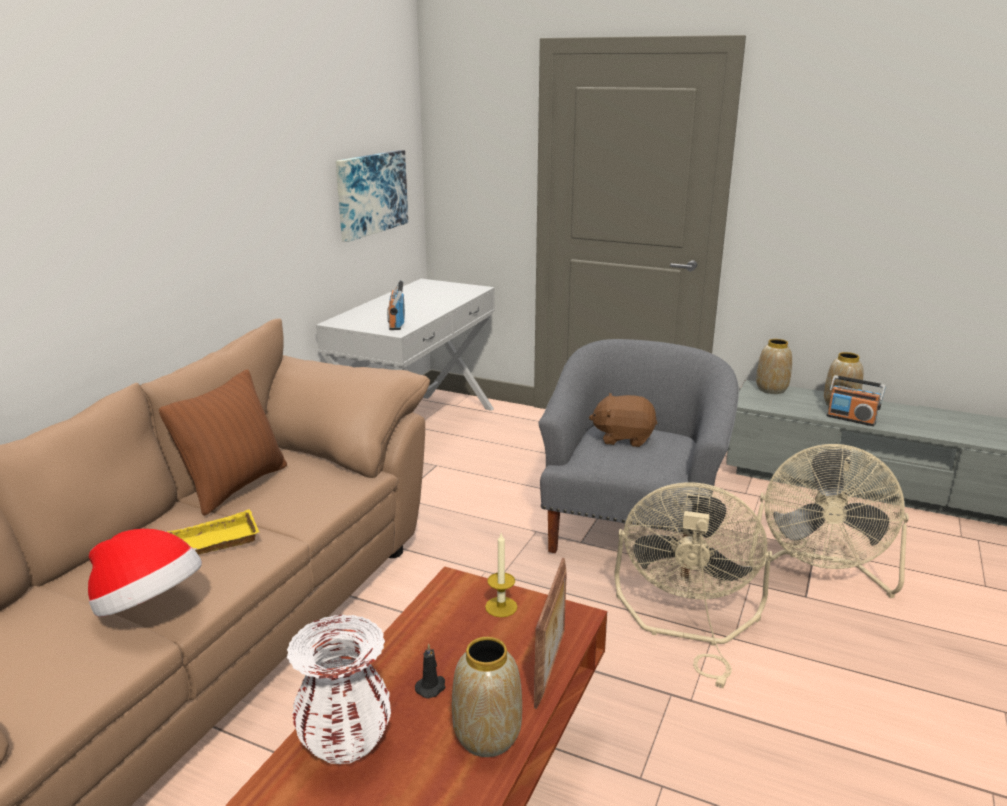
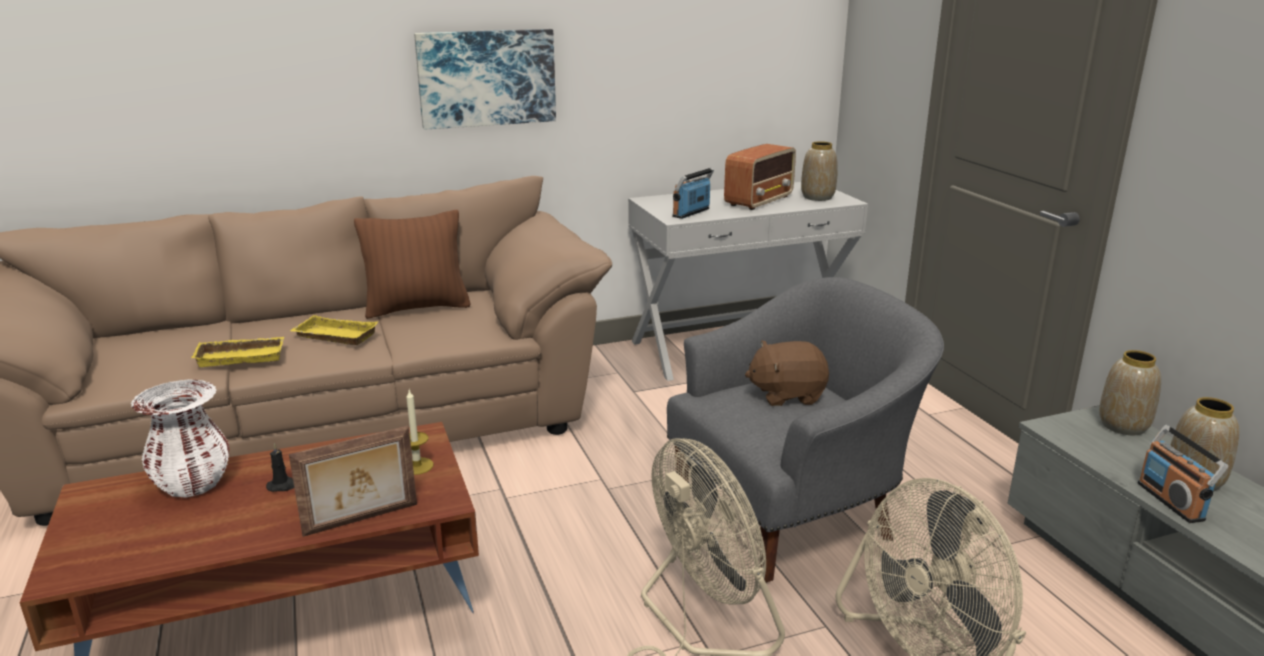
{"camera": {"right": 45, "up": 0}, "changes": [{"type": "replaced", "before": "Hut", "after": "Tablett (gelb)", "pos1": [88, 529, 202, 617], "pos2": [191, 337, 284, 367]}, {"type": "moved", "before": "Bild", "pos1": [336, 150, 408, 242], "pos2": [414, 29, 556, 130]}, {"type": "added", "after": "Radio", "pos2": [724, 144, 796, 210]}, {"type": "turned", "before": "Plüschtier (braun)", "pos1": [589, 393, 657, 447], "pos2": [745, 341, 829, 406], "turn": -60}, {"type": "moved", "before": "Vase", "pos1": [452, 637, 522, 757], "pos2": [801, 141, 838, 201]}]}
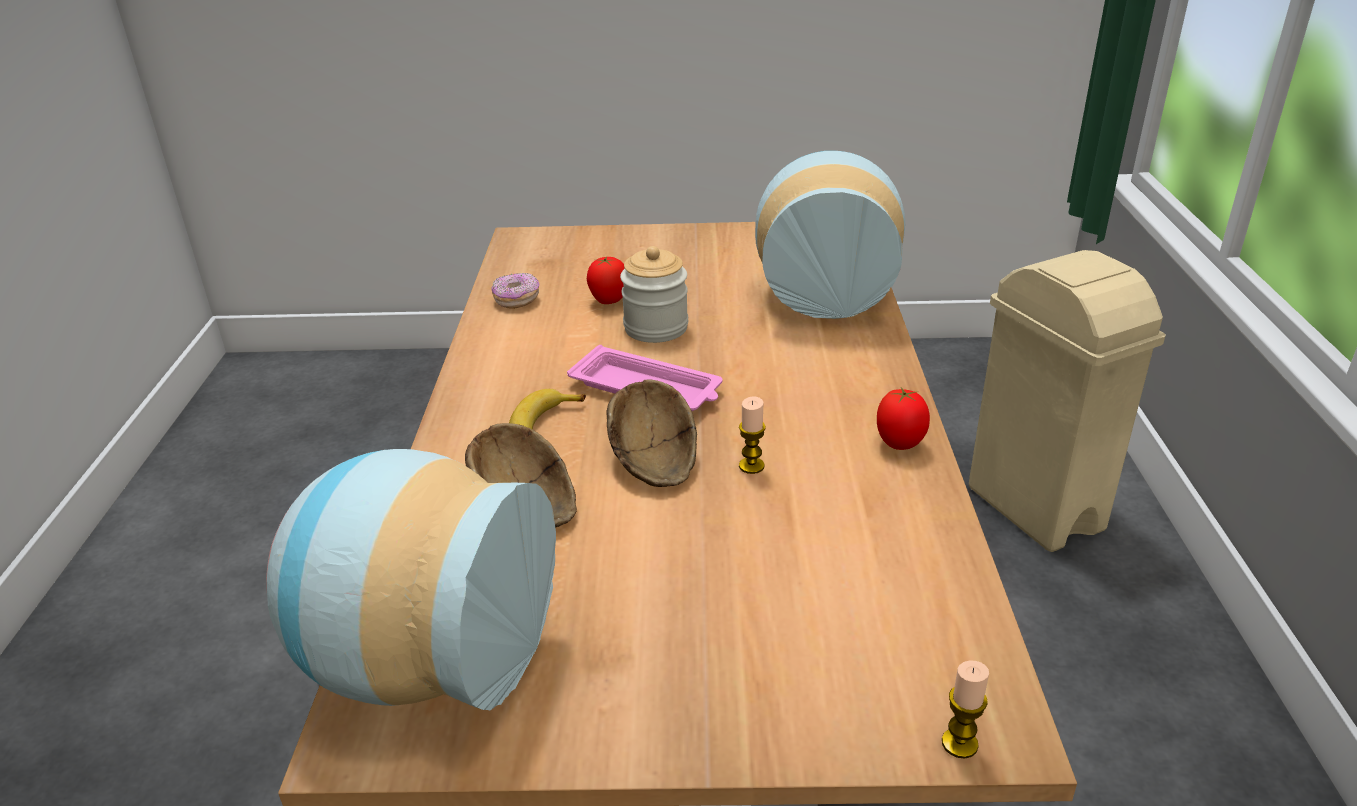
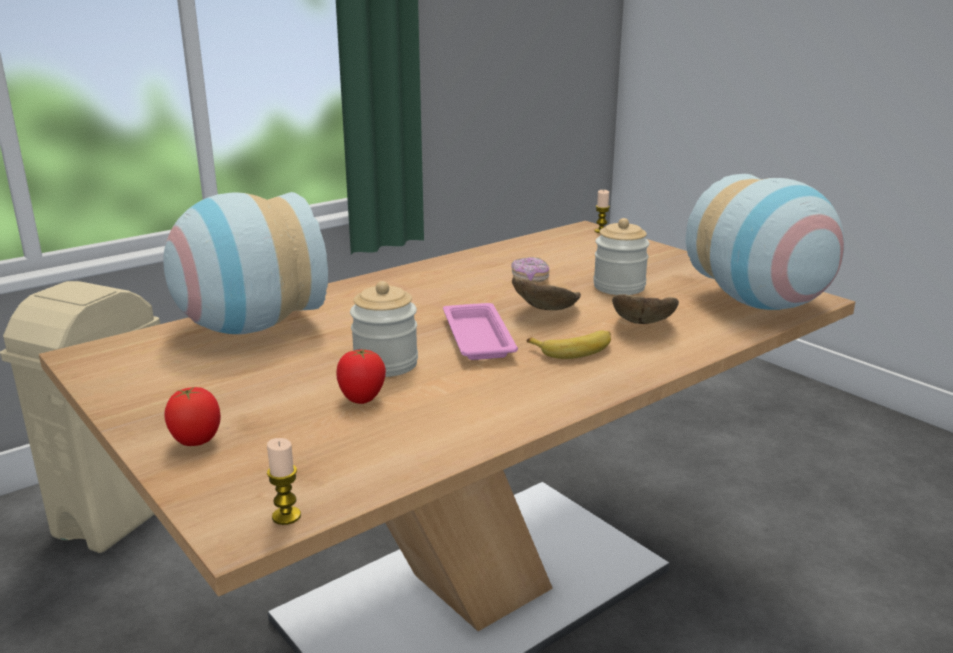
{"camera": {"right": -130, "up": -10}, "changes": [{"type": "moved", "before": "Tomate", "pos1": [877, 388, 930, 450], "pos2": [165, 387, 221, 446]}, {"type": "moved", "before": "Kerze", "pos1": [739, 397, 766, 474], "pos2": [267, 438, 301, 525]}, {"type": "moved", "before": "Donut", "pos1": [492, 273, 540, 309], "pos2": [511, 257, 550, 283]}, {"type": "added", "after": "Vorratsglas", "pos2": [593, 218, 650, 295]}]}
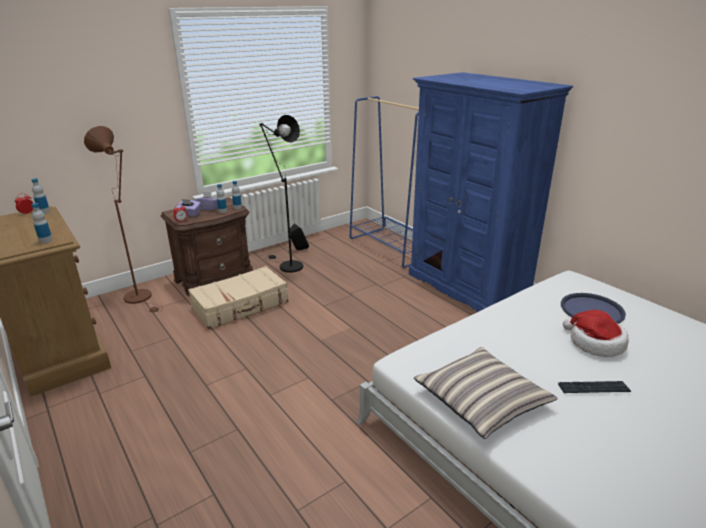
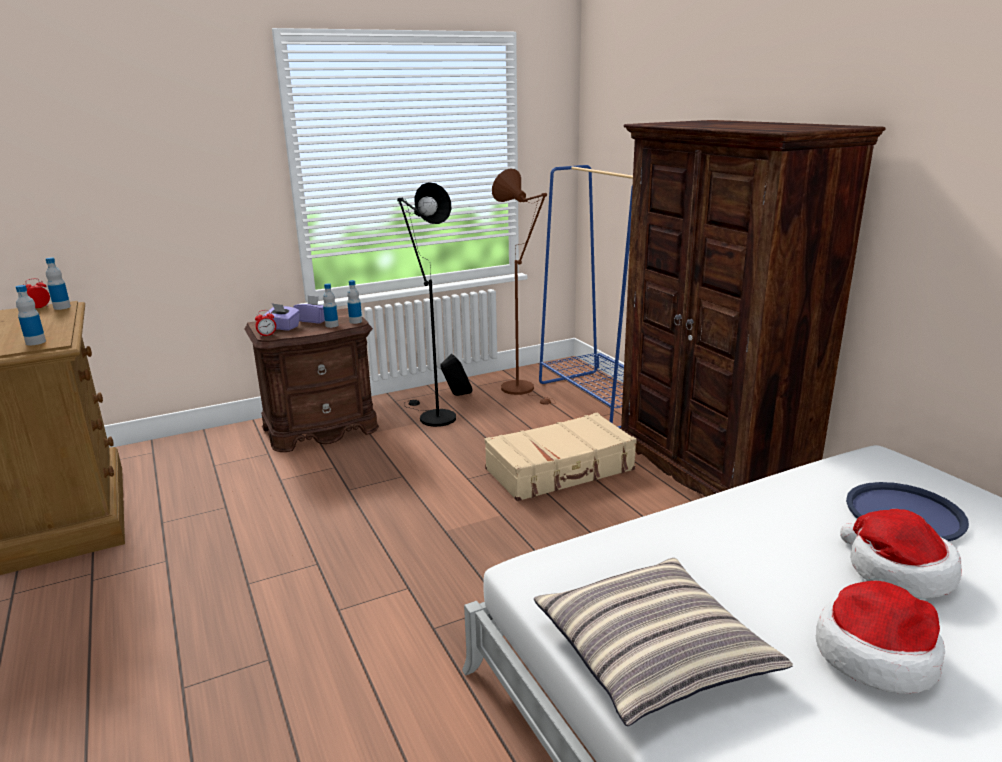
{"camera": {"right": 10, "up": -5}, "changes": [{"type": "moved", "before": "Koffer (beige)", "pos1": [188, 266, 288, 329], "pos2": [485, 413, 637, 501]}, {"type": "moved", "before": "Stehlampe (braun)", "pos1": [84, 126, 160, 312], "pos2": [492, 168, 556, 405]}, {"type": "recoloured", "before": "Kleiderschrank (blau)", "after": "Kleiderschrank (braun)", "pos1": [409, 72, 573, 312], "pos2": [620, 120, 886, 497]}, {"type": "replaced", "before": "Tastatur", "after": "Hut", "pos1": [558, 381, 631, 393], "pos2": [816, 581, 945, 694]}]}
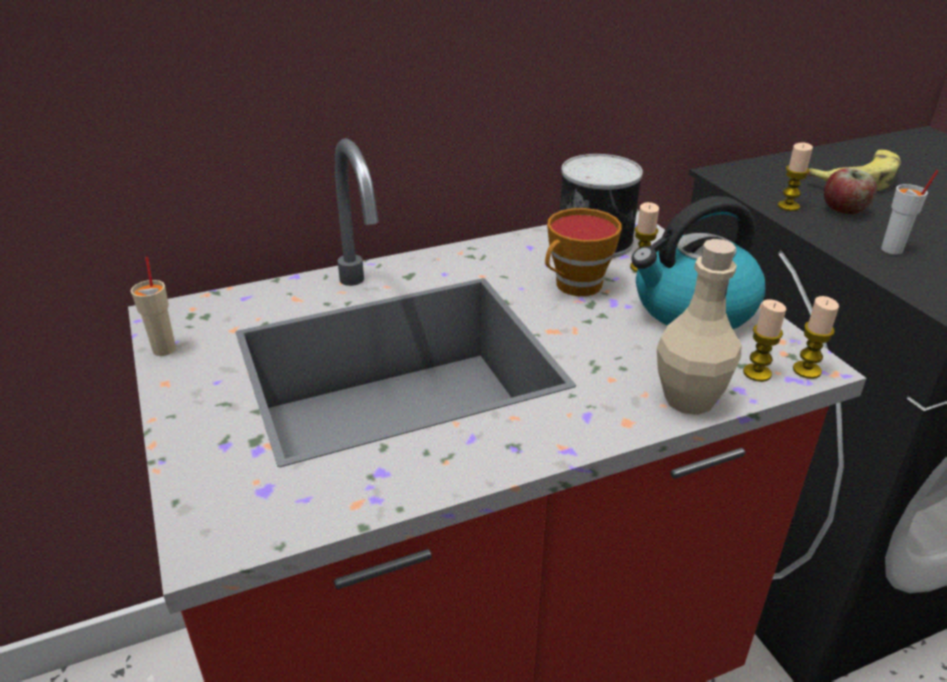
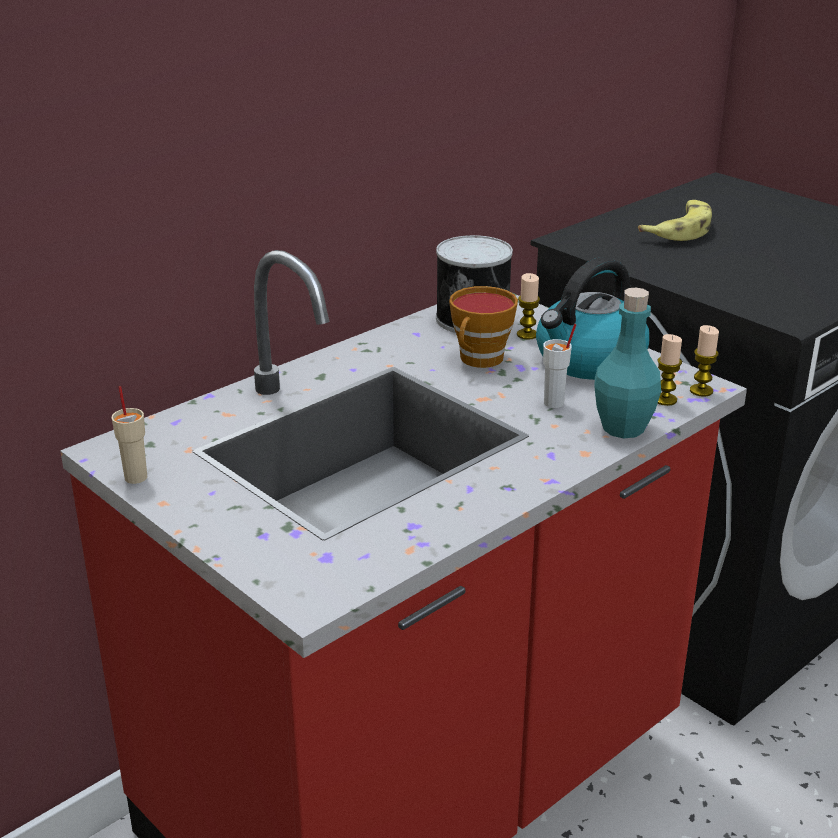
{"camera": {"right": -20, "up": -5}, "changes": [{"type": "moved", "before": "Tasse (weiß)", "pos1": [881, 170, 939, 255], "pos2": [543, 324, 577, 408]}, {"type": "recoloured", "before": "Flasche (beige)", "after": "Flasche (türkis)", "pos1": [657, 239, 741, 415], "pos2": [594, 288, 661, 439]}, {"type": "removed", "before": "Kerze", "pos1": [777, 143, 813, 211]}, {"type": "removed", "before": "Apfel", "pos1": [824, 168, 877, 214]}]}
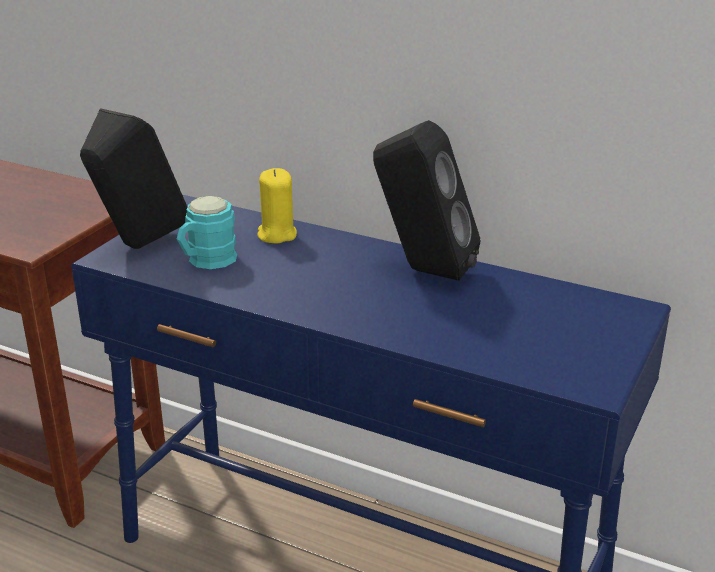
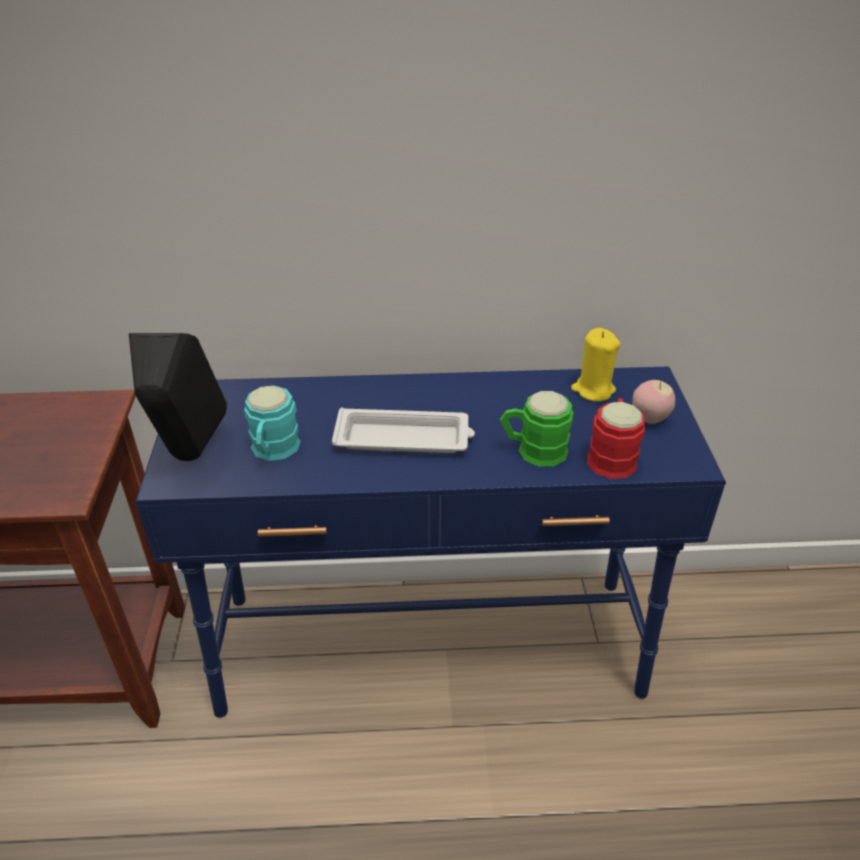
{"camera": {"right": -30, "up": 10}, "changes": [{"type": "added", "after": "Tablett (weiß)", "pos2": [332, 407, 475, 453]}, {"type": "added", "after": "Henkelbecher (grün)", "pos2": [500, 391, 573, 466]}, {"type": "moved", "before": "Kerze (gelb)", "pos1": [257, 168, 297, 243], "pos2": [571, 328, 620, 402]}, {"type": "added", "after": "Henkelbecher (rot)", "pos2": [587, 398, 645, 479]}, {"type": "added", "after": "Apfel", "pos2": [632, 380, 675, 424]}, {"type": "removed", "before": "Lautsprecher (schwarz)", "pos1": [373, 120, 480, 281]}]}
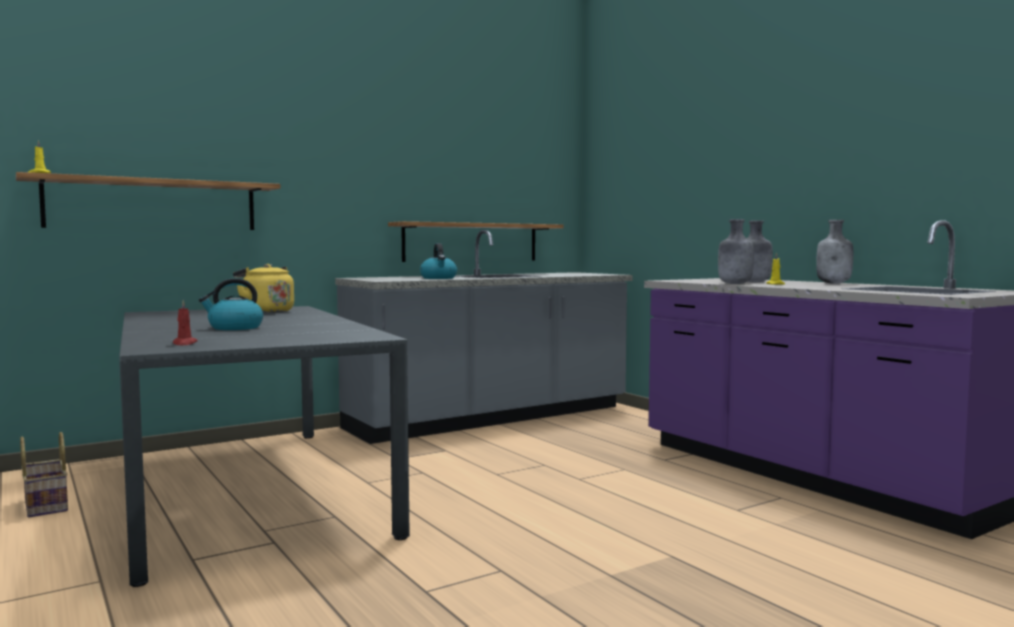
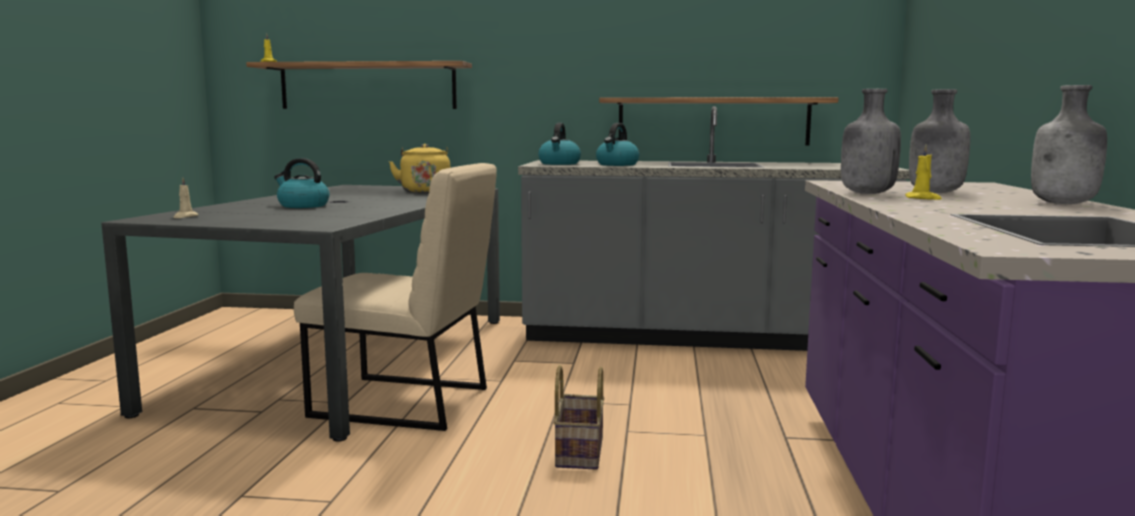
{"camera": {"right": 40, "up": 5}, "changes": [{"type": "recoloured", "before": "Kerze (rot)", "after": "Kerze (beige)", "pos1": [173, 300, 198, 345], "pos2": [173, 178, 198, 218]}, {"type": "added", "after": "Stuhl (beige)", "pos2": [294, 163, 497, 431]}, {"type": "added", "after": "Wasserkessel", "pos2": [538, 123, 581, 165]}, {"type": "moved", "before": "Korb", "pos1": [20, 432, 68, 518], "pos2": [554, 365, 605, 469]}]}
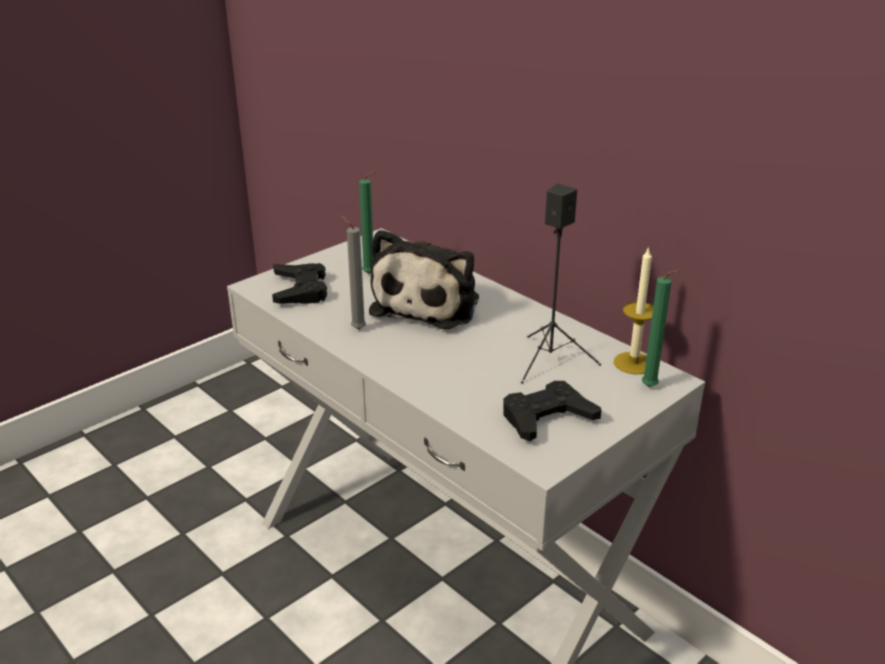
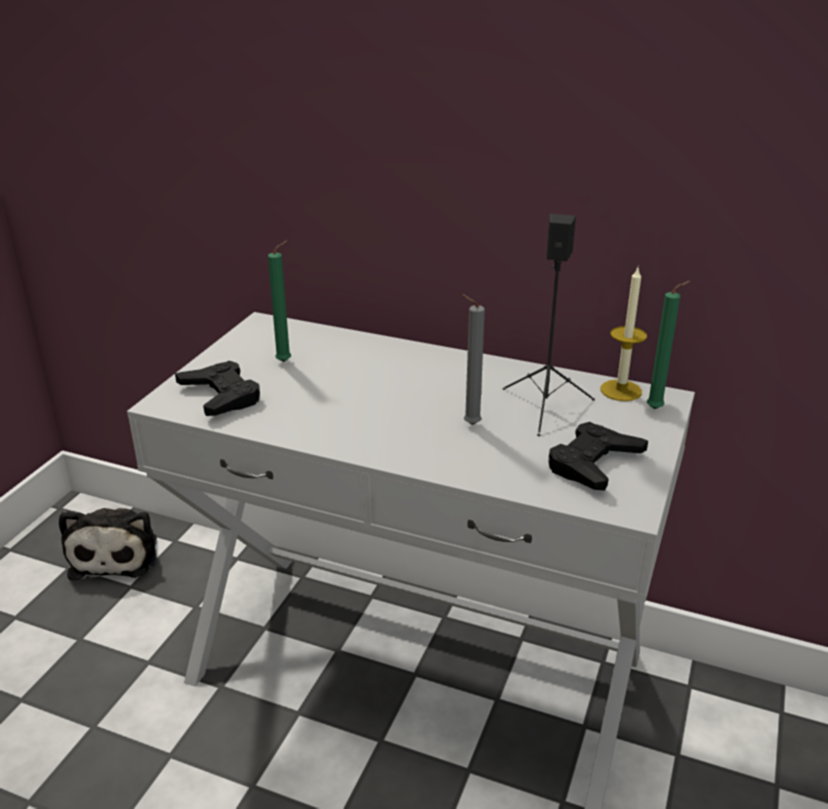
{"camera": {"right": -25, "up": 0}, "changes": [{"type": "moved", "before": "Plüschtier", "pos1": [369, 229, 479, 329], "pos2": [59, 508, 157, 581]}, {"type": "moved", "before": "Kerze (grau)", "pos1": [340, 215, 366, 330], "pos2": [461, 294, 485, 425]}]}
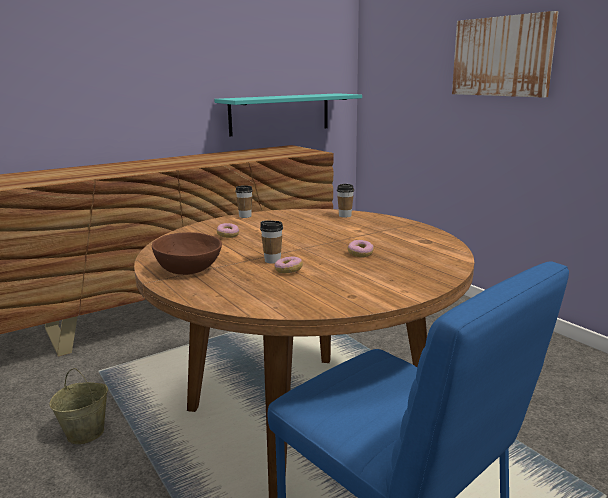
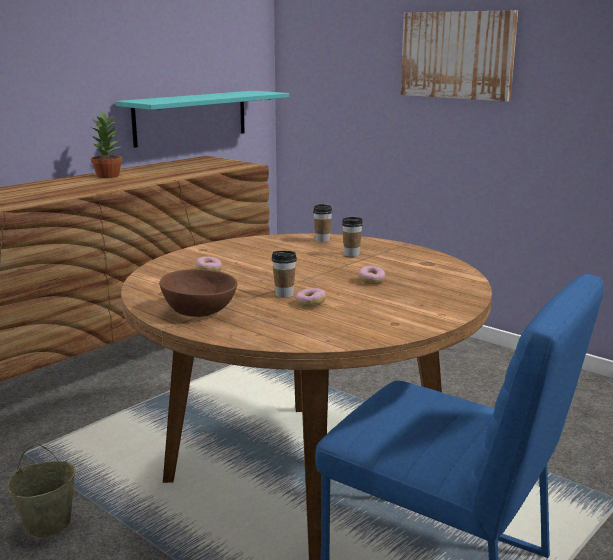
{"camera": {"right": -15, "up": 0}, "changes": [{"type": "added", "after": "Topfpflanze", "pos2": [91, 111, 123, 178]}, {"type": "moved", "before": "Tasse", "pos1": [235, 185, 253, 218], "pos2": [342, 217, 363, 257]}]}
